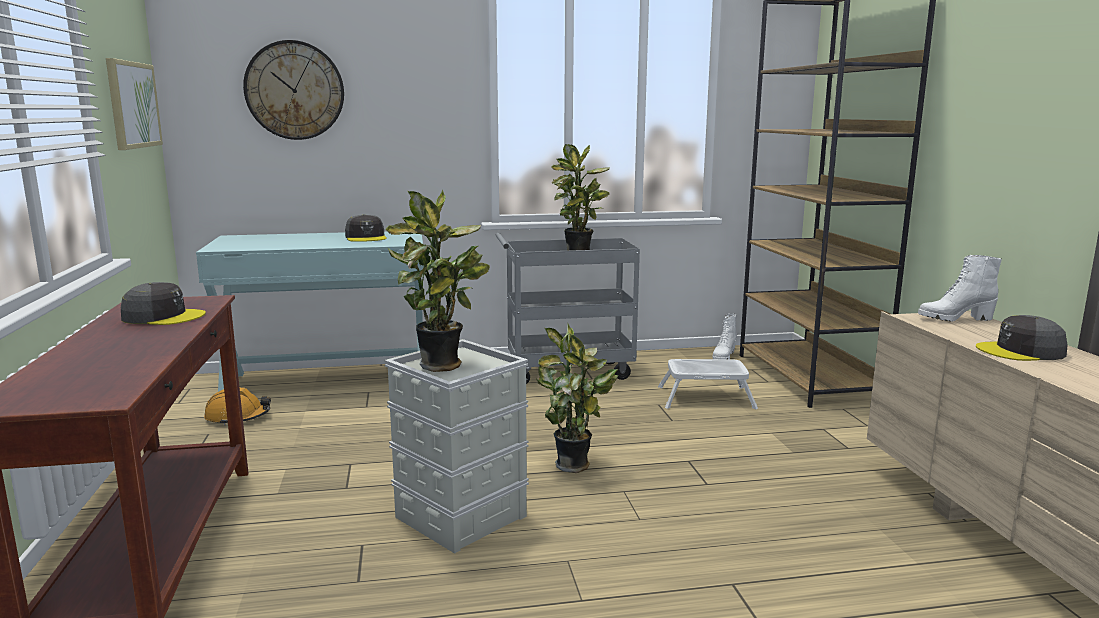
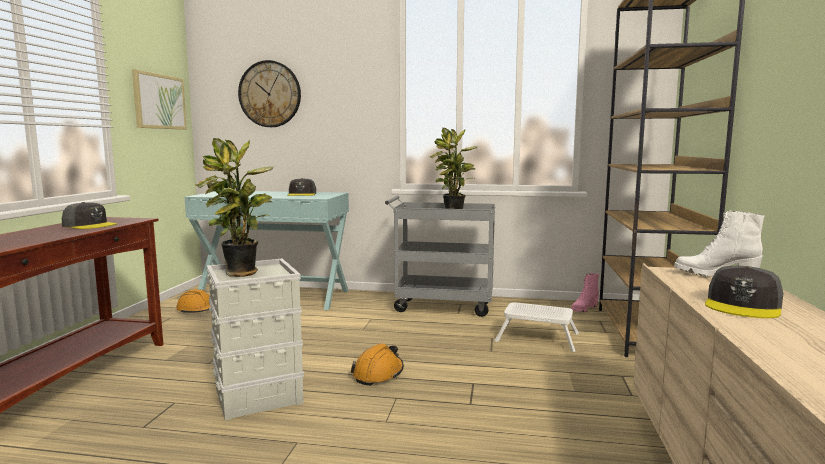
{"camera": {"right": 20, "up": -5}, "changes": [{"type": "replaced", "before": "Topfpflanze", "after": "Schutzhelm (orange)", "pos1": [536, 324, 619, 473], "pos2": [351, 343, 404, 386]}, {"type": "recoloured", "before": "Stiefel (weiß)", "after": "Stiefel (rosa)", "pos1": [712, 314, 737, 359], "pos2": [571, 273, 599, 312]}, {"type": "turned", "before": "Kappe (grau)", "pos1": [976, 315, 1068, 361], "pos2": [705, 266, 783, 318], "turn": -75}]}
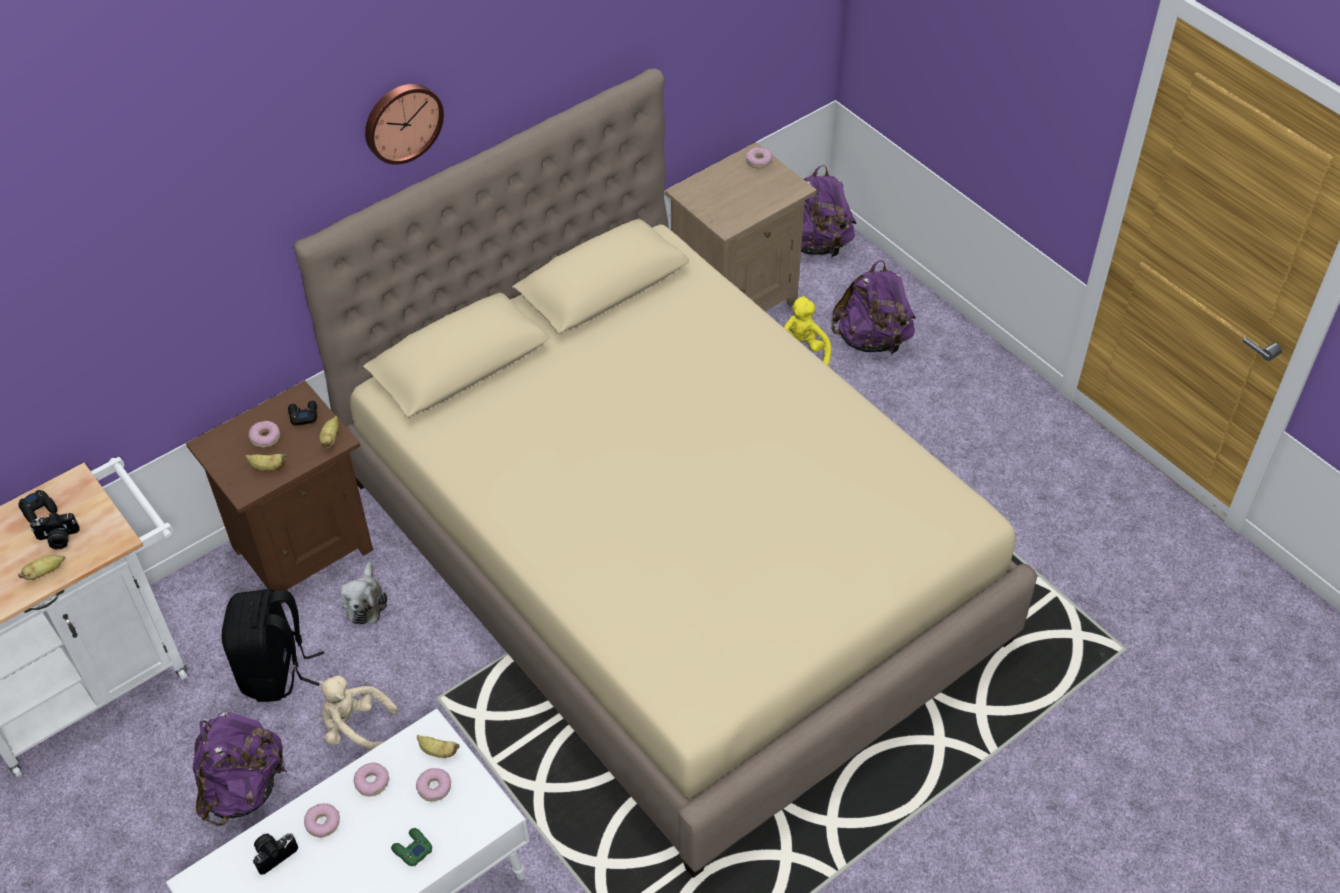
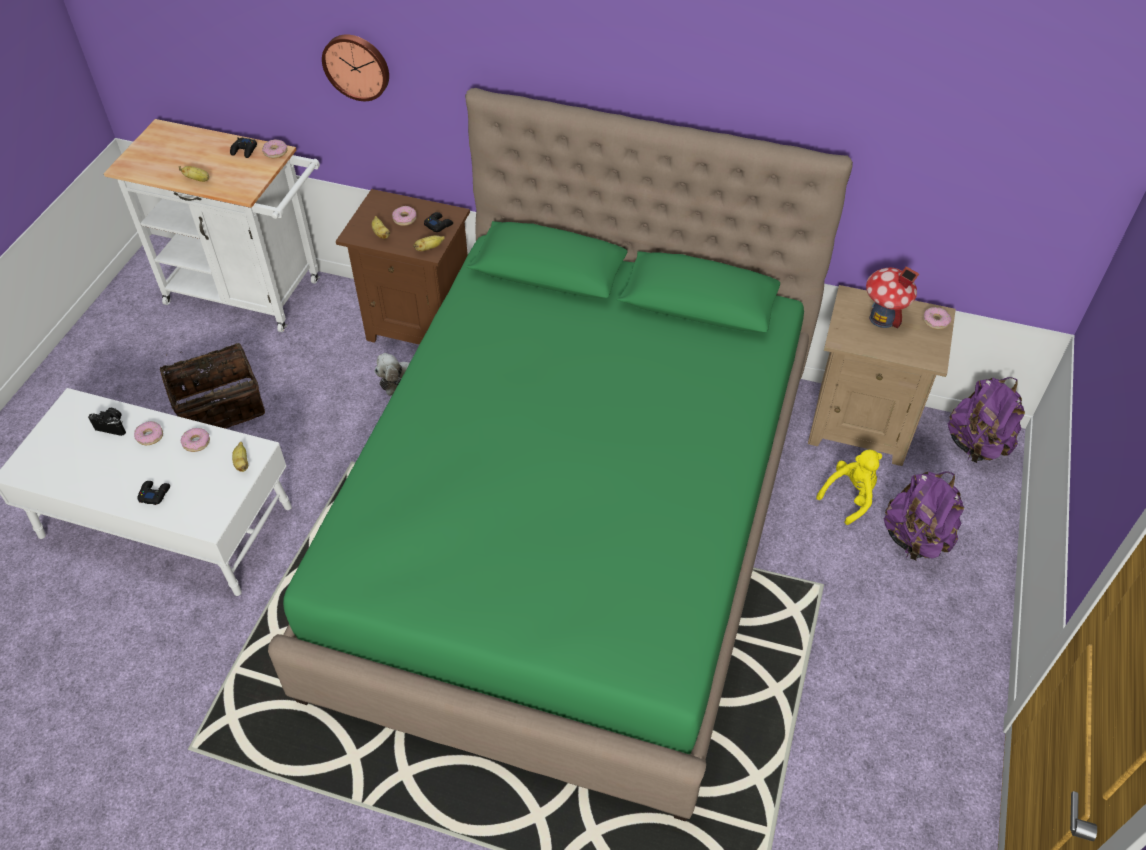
{"camera": {"right": 55, "up": 0}, "changes": [{"type": "recoloured", "before": "Gamepad (grün)", "after": "Gamepad (schwarz)", "pos1": [391, 828, 432, 866], "pos2": [137, 481, 170, 505]}, {"type": "replaced", "before": "Rucksack (lila)", "after": "Korb", "pos1": [192, 712, 287, 825], "pos2": [160, 343, 265, 429]}, {"type": "moved", "before": "Donut", "pos1": [416, 768, 451, 802], "pos2": [262, 140, 288, 158]}, {"type": "recoloured", "before": "Bett (beige)", "after": "Bett (grün)", "pos1": [294, 69, 1037, 878], "pos2": [268, 88, 853, 822]}, {"type": "moved", "before": "Wanduhr", "pos1": [365, 84, 444, 165], "pos2": [322, 34, 389, 101]}, {"type": "added", "after": "Spielzeughaus", "pos2": [866, 266, 919, 329]}, {"type": "removed", "before": "Kamera", "pos1": [30, 512, 80, 550]}, {"type": "removed", "before": "Rucksack (schwarz)", "pos1": [222, 589, 324, 702]}, {"type": "removed", "before": "Plüschtier (beige)", "pos1": [318, 676, 398, 751]}]}
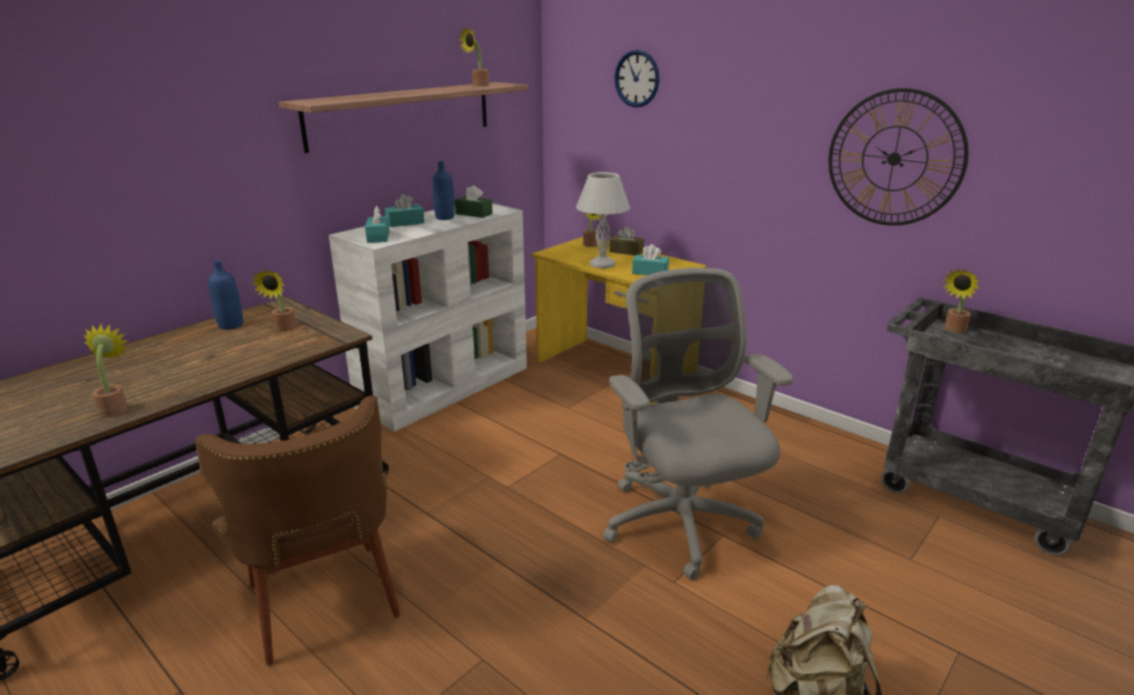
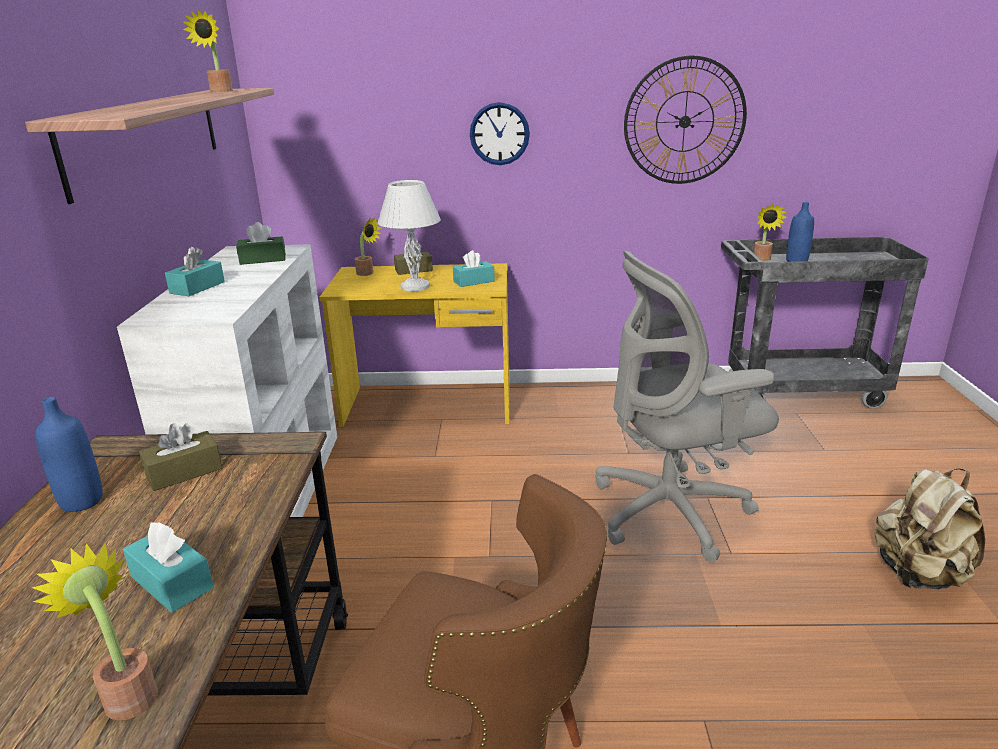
{"camera": {"right": -40, "up": 0}, "changes": [{"type": "moved", "before": "Taschentuchbox (türkis)", "pos1": [365, 206, 389, 243], "pos2": [123, 522, 214, 613]}, {"type": "replaced", "before": "Topfpflanze", "after": "Taschentuchbox (braun)", "pos1": [252, 269, 296, 332], "pos2": [139, 423, 222, 491]}, {"type": "moved", "before": "Wanduhr", "pos1": [615, 50, 660, 107], "pos2": [470, 102, 530, 165]}, {"type": "turned", "before": "Bürostuhl (grau)", "pos1": [603, 268, 793, 580], "pos2": [596, 251, 779, 562], "turn": -45}, {"type": "moved", "before": "Flasche (blau)", "pos1": [432, 161, 455, 220], "pos2": [786, 202, 814, 262]}]}
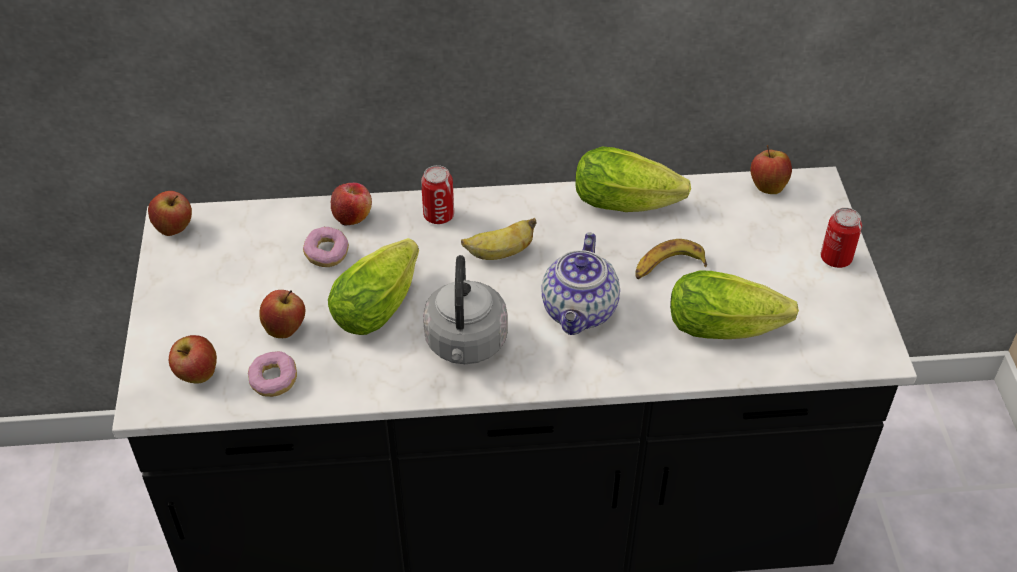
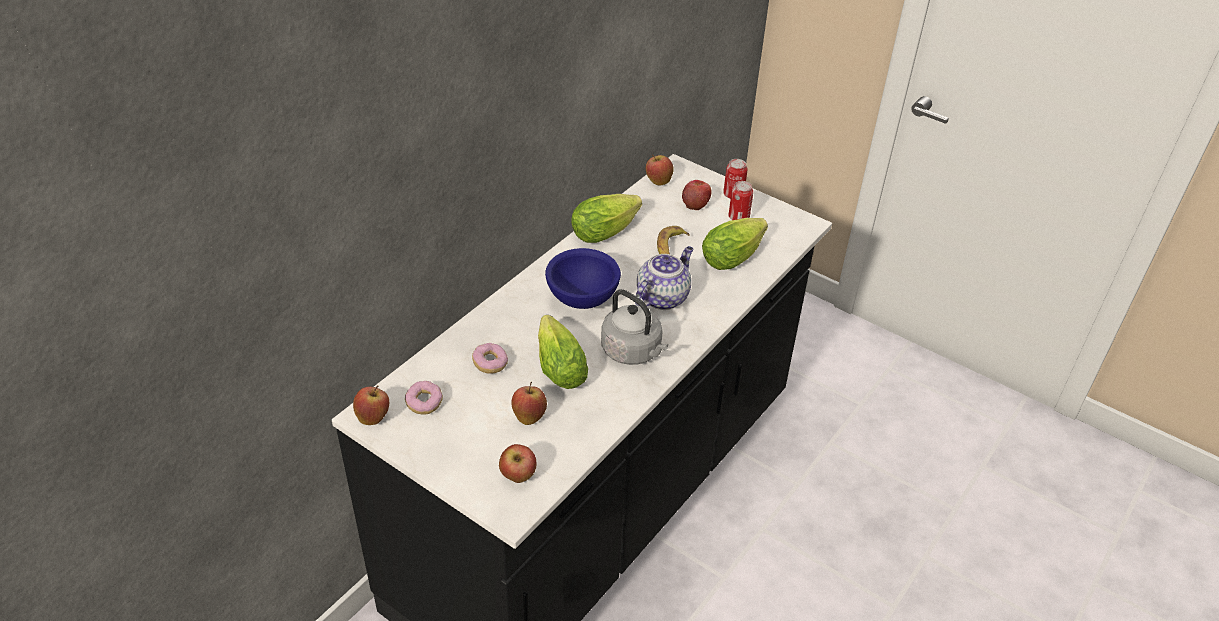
{"camera": {"right": -50, "up": -5}, "changes": [{"type": "moved", "before": "Donut", "pos1": [248, 351, 297, 397], "pos2": [405, 381, 443, 415]}, {"type": "replaced", "before": "Banane", "after": "Schüssel (blau)", "pos1": [461, 218, 537, 260], "pos2": [545, 248, 621, 309]}, {"type": "turned", "before": "Teekanne", "pos1": [541, 233, 620, 335], "pos2": [635, 246, 693, 310], "turn": -105}, {"type": "moved", "before": "Apfel", "pos1": [331, 183, 372, 226], "pos2": [682, 180, 711, 210]}, {"type": "moved", "before": "Dose", "pos1": [421, 165, 454, 224], "pos2": [729, 181, 753, 220]}]}
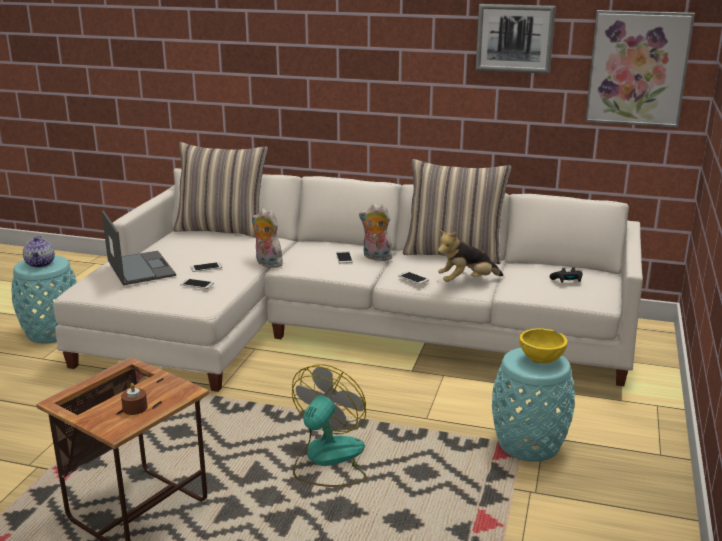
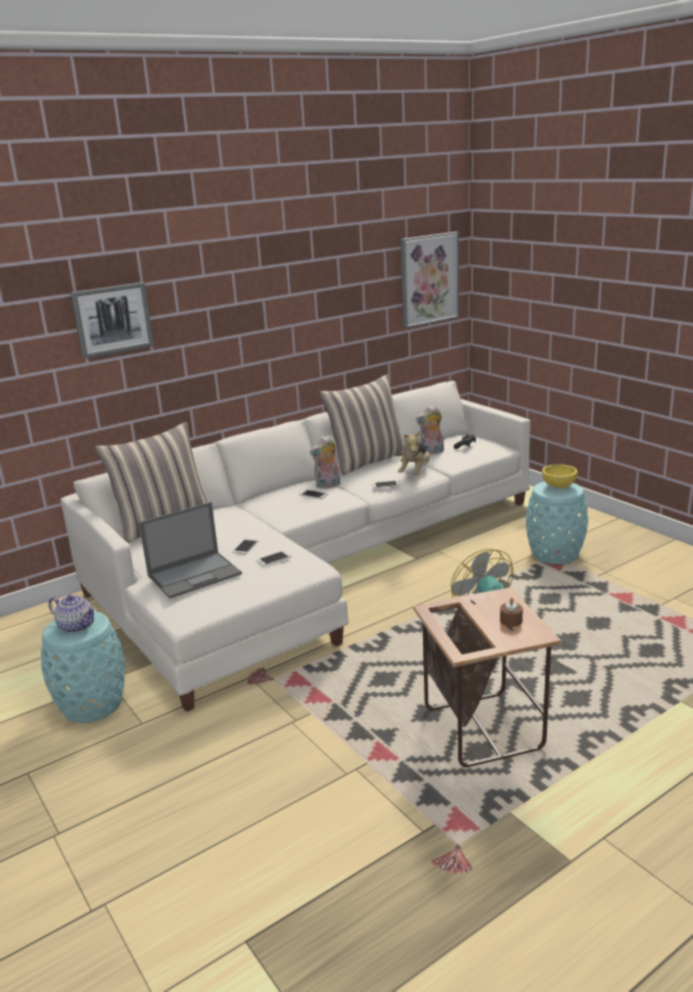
{"camera": {"right": -50, "up": 0}, "changes": [{"type": "moved", "before": "Bild", "pos1": [476, 4, 556, 74], "pos2": [70, 282, 154, 359]}, {"type": "turned", "before": "Laptop", "pos1": [102, 211, 176, 285], "pos2": [139, 502, 242, 599], "turn": 135}, {"type": "moved", "before": "Plüschtier", "pos1": [252, 208, 283, 268], "pos2": [416, 405, 444, 454]}]}
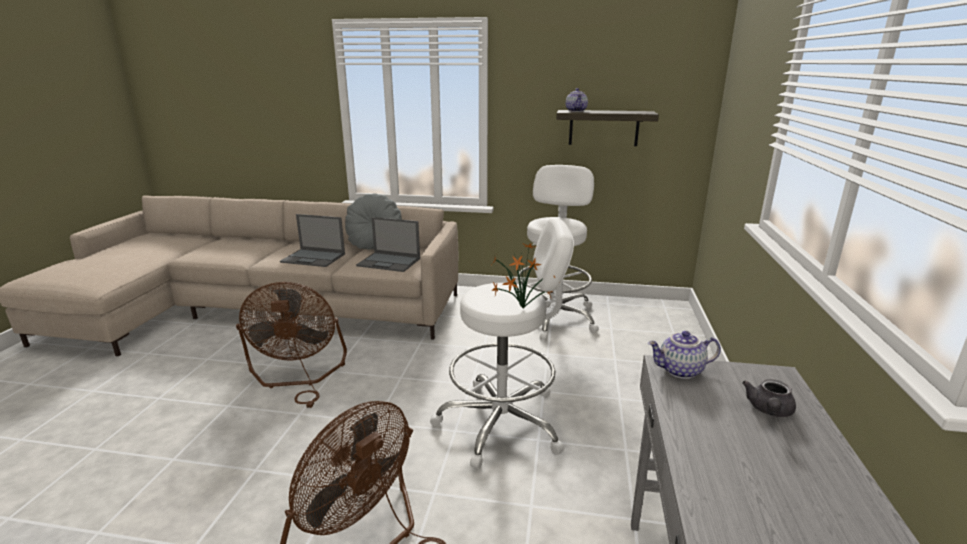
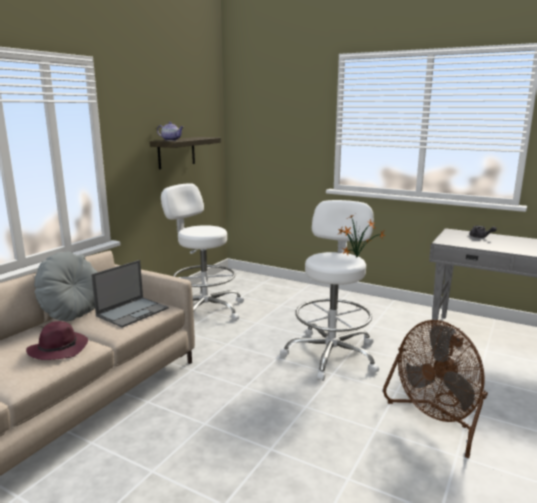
{"camera": {"right": -70, "up": -5}, "changes": [{"type": "replaced", "before": "Laptop", "after": "Hut (lila)", "pos1": [280, 214, 345, 267], "pos2": [26, 321, 88, 360]}, {"type": "removed", "before": "Ventilator (braun)", "pos1": [236, 282, 347, 408]}, {"type": "removed", "before": "Teekanne", "pos1": [648, 331, 721, 379]}]}
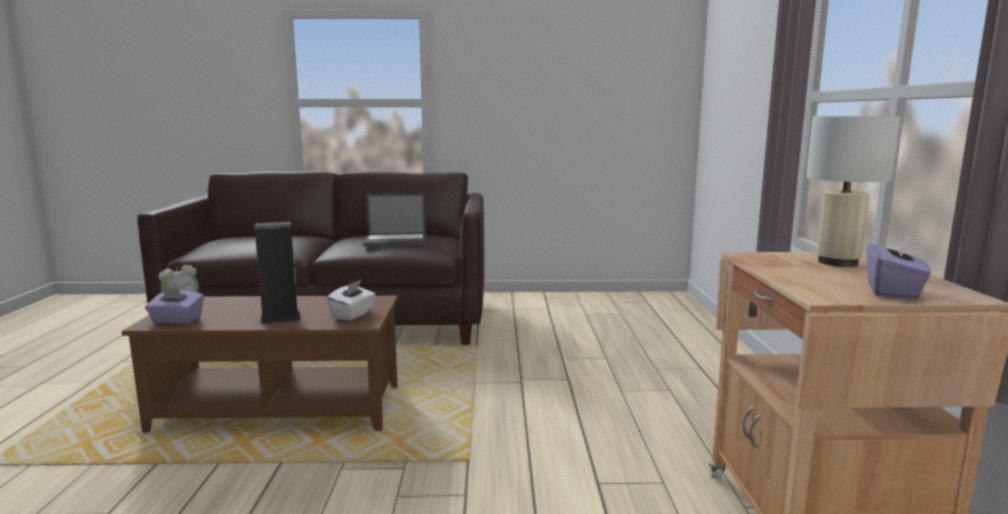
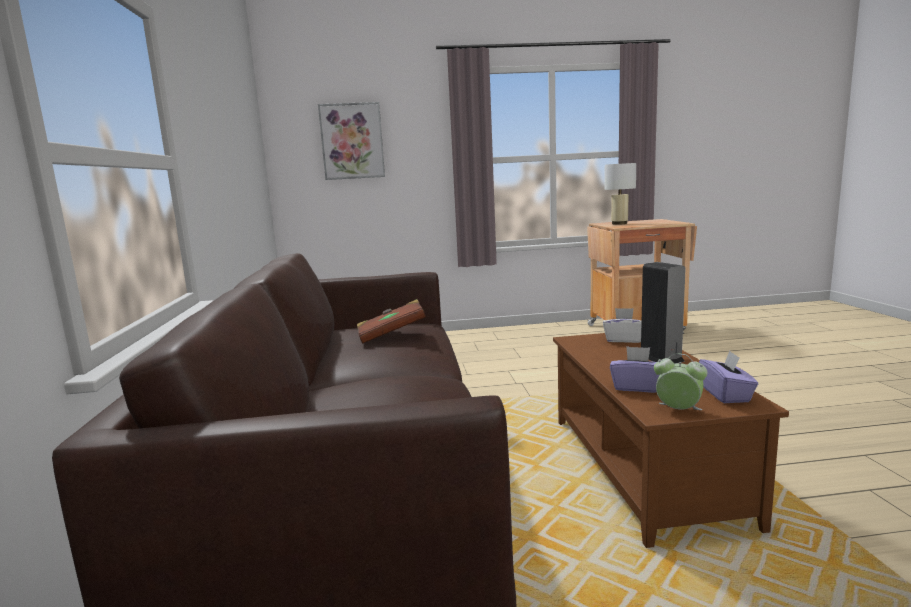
{"camera": {"right": -95, "up": 0}, "changes": [{"type": "added", "after": "Bild", "pos2": [318, 102, 385, 180]}, {"type": "replaced", "before": "Laptop", "after": "Buch (braun)", "pos1": [363, 194, 426, 246], "pos2": [357, 299, 426, 344]}, {"type": "moved", "before": "Taschentuchbox (lila)", "pos1": [867, 235, 931, 300], "pos2": [610, 346, 659, 393]}]}
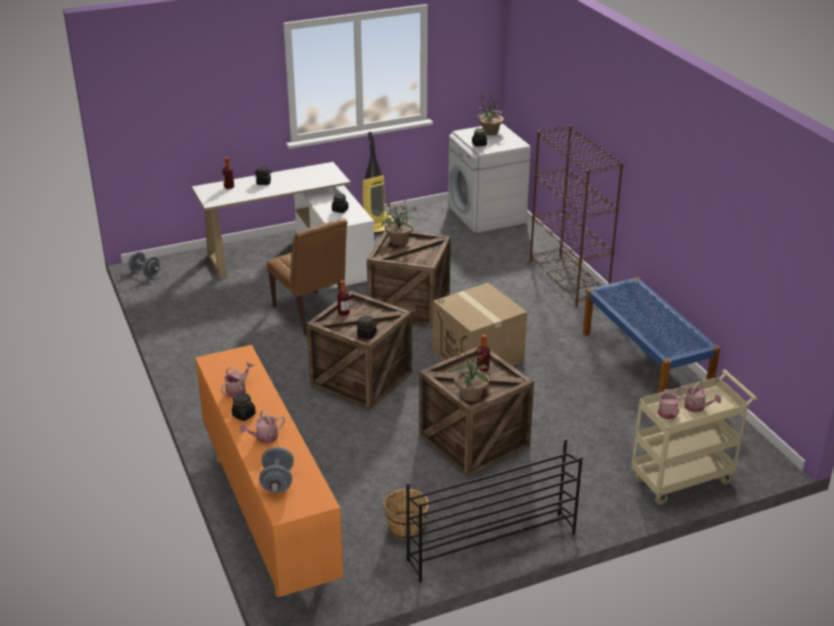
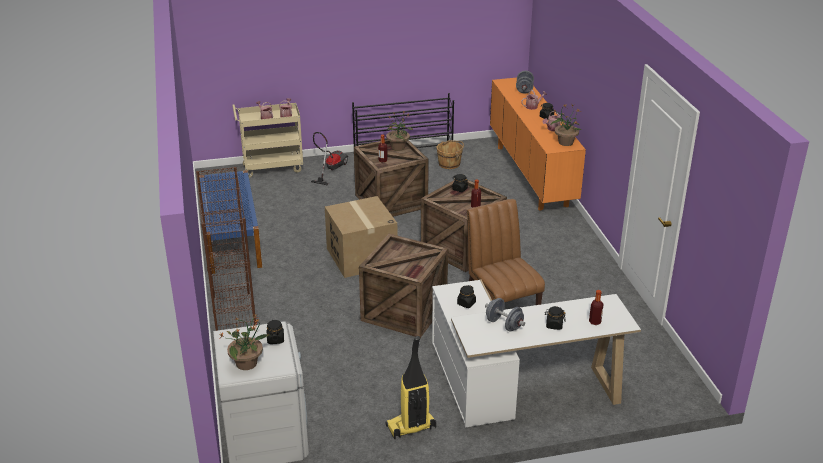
{"camera": {"right": -170, "up": 0}, "changes": [{"type": "added", "after": "Staubsauger", "pos2": [311, 132, 348, 185]}, {"type": "moved", "before": "Hantel (grau)", "pos1": [128, 252, 160, 278], "pos2": [485, 298, 525, 332]}, {"type": "moved", "before": "Topfpflanze", "pos1": [381, 200, 417, 245], "pos2": [551, 104, 582, 146]}]}
